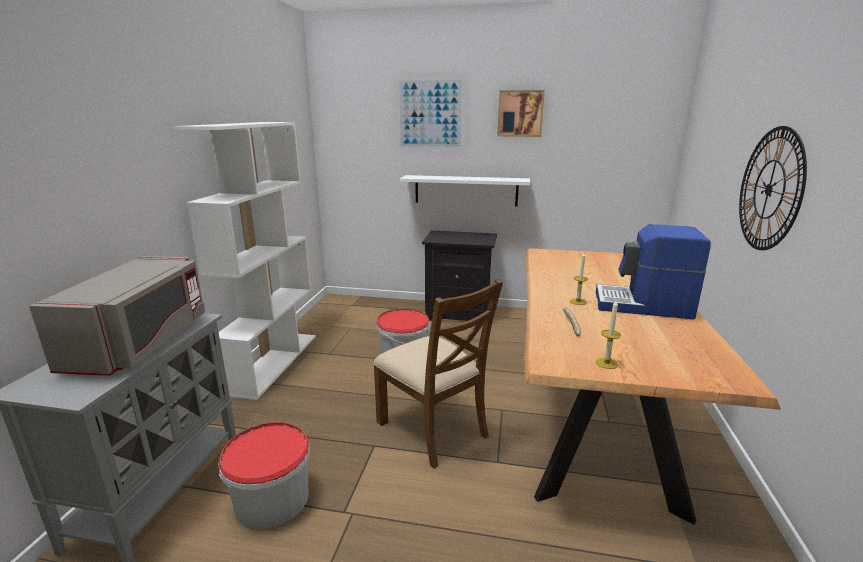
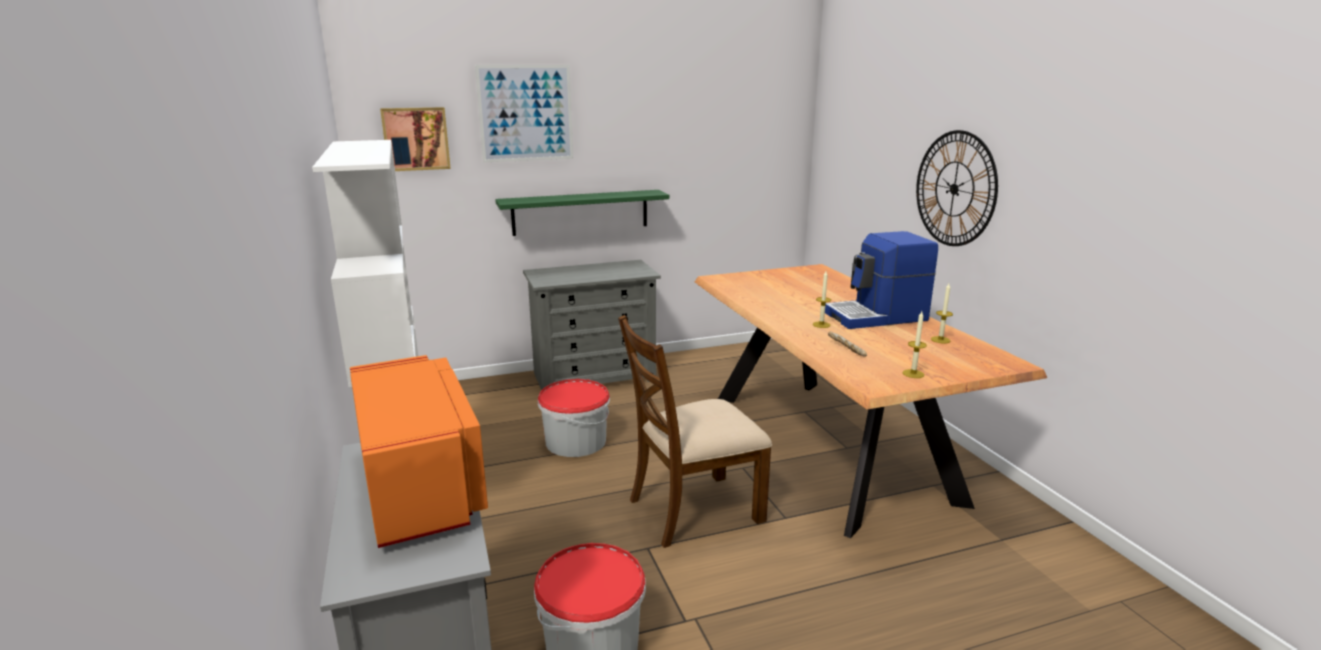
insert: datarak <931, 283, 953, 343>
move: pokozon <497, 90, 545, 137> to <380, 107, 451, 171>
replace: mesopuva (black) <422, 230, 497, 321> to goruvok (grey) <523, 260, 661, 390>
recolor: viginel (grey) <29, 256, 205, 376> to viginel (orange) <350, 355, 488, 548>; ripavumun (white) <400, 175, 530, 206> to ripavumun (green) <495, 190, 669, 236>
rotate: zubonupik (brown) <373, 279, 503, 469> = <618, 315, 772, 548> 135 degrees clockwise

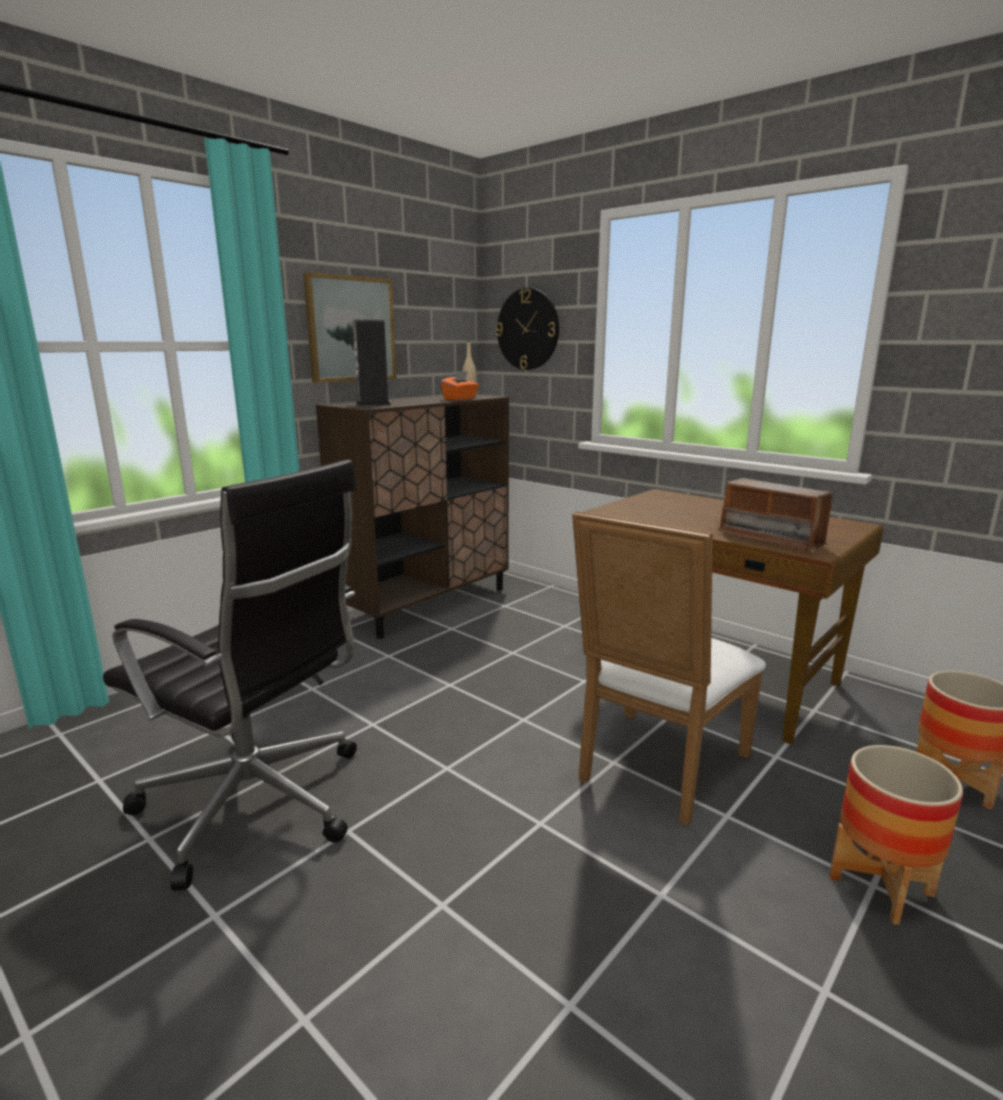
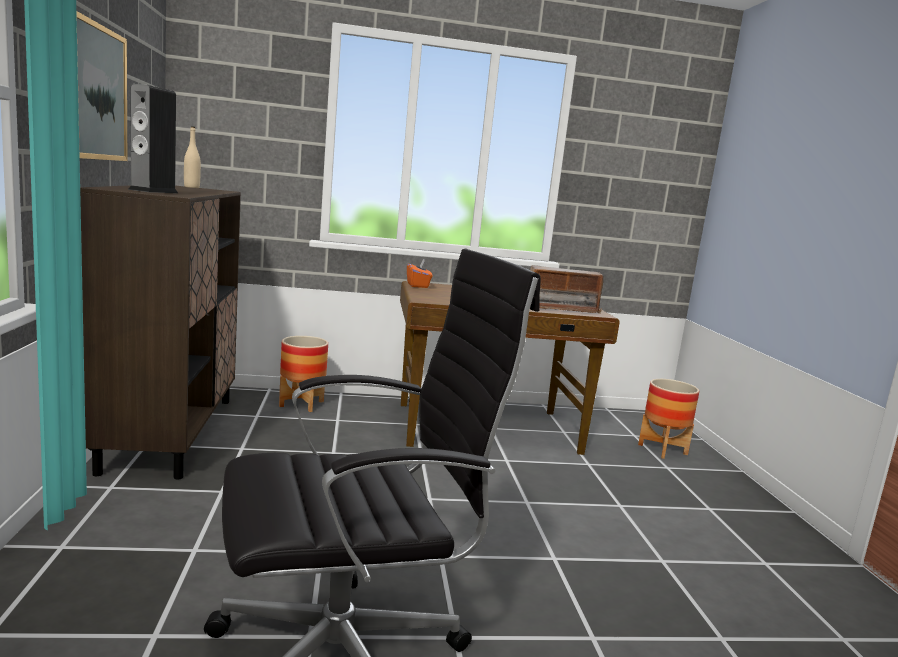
delete: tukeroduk <496, 288, 559, 370>; zubonupik (white) <572, 511, 766, 826>
move: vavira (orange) <440, 371, 479, 400> to <407, 259, 432, 288>; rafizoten <829, 745, 963, 925> to <279, 336, 328, 412>

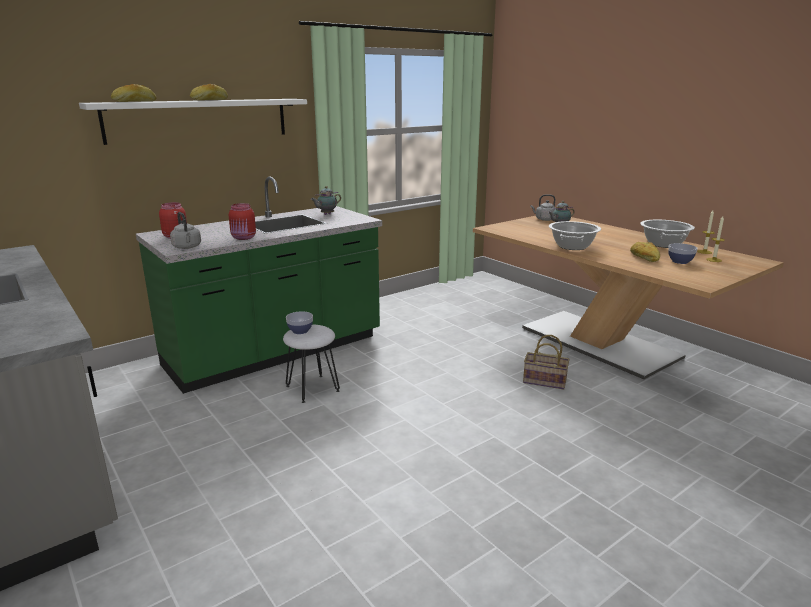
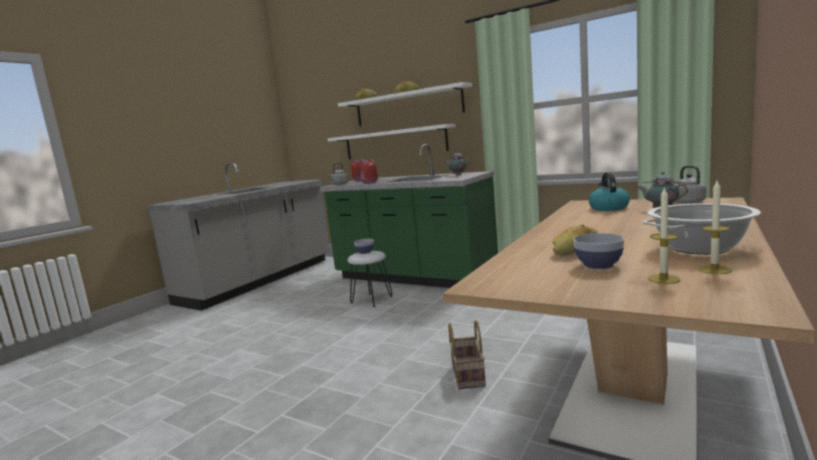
delete: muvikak <549, 221, 601, 250>
insert: ripavumun (white) <328, 124, 456, 159>; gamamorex <589, 172, 630, 211>

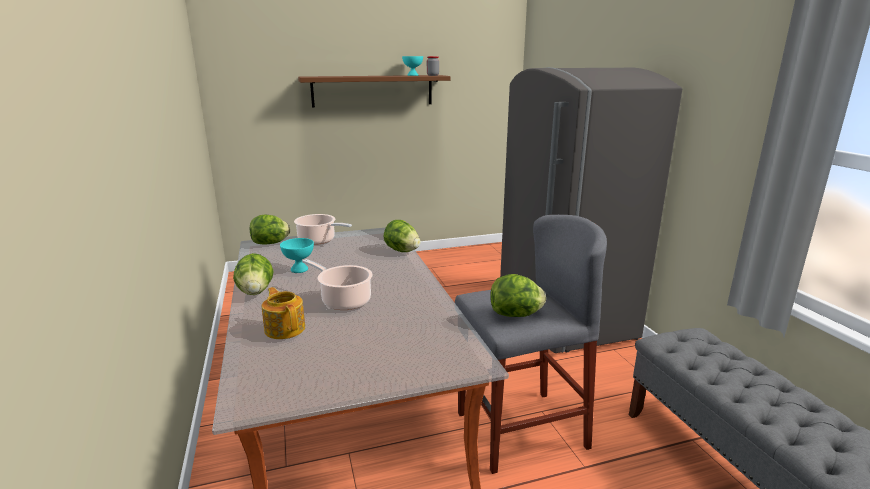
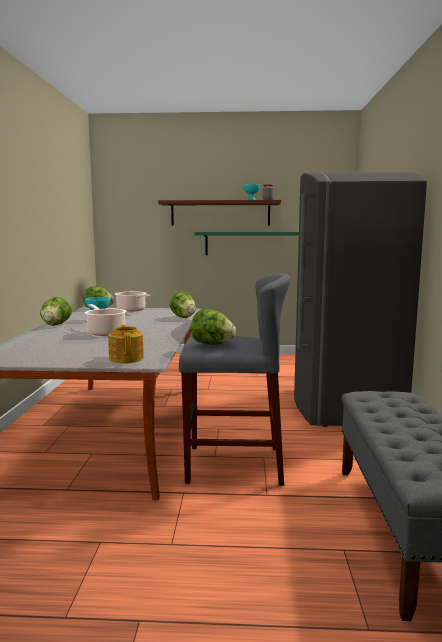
insert: ripavumun (green) <194, 232, 299, 255>
move: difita <262, 287, 305, 339> to <108, 325, 144, 363>

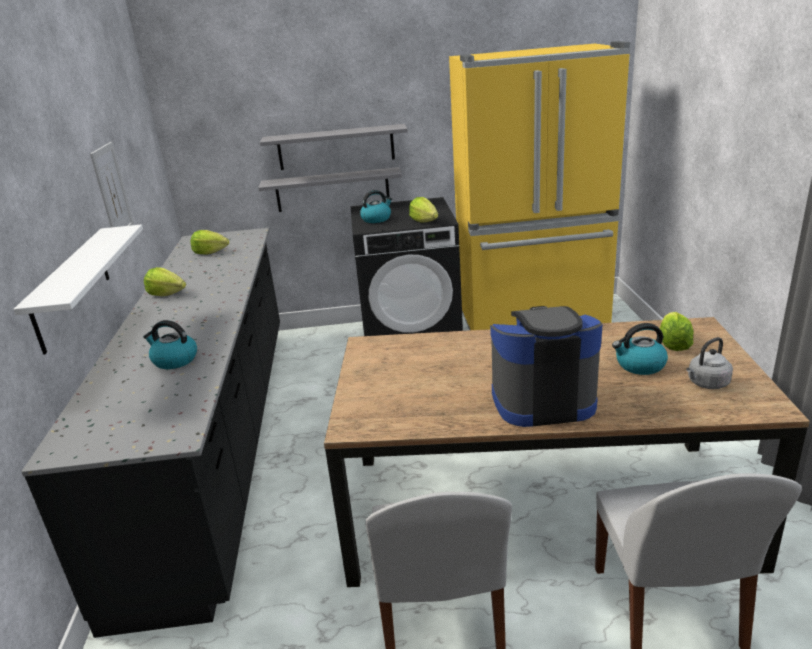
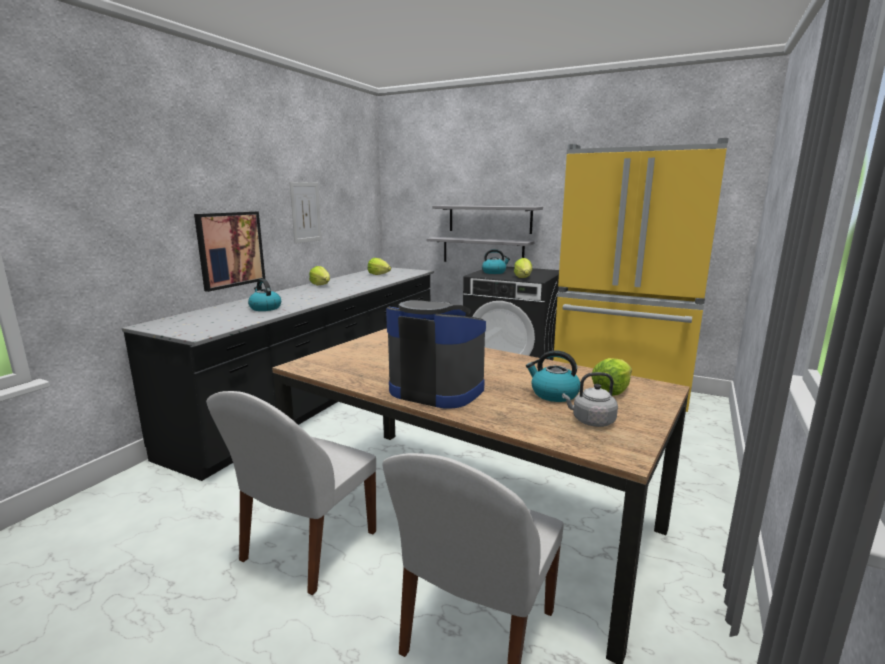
replace: ripavumun (white) <13, 224, 143, 355> to pokozon <194, 211, 265, 292>

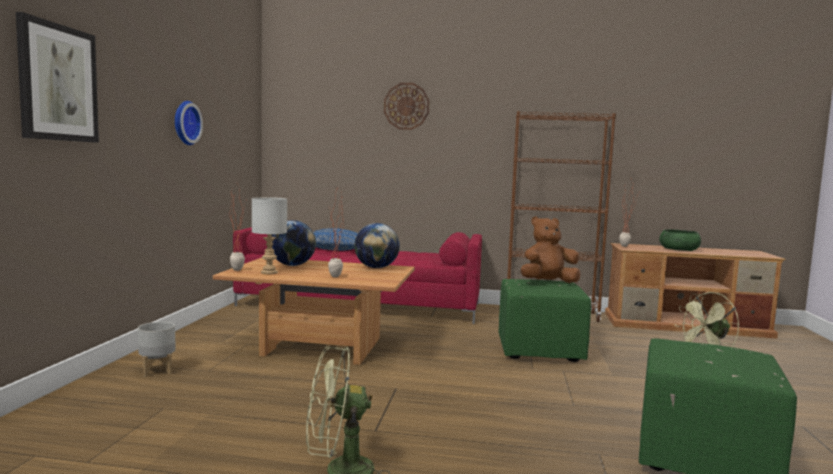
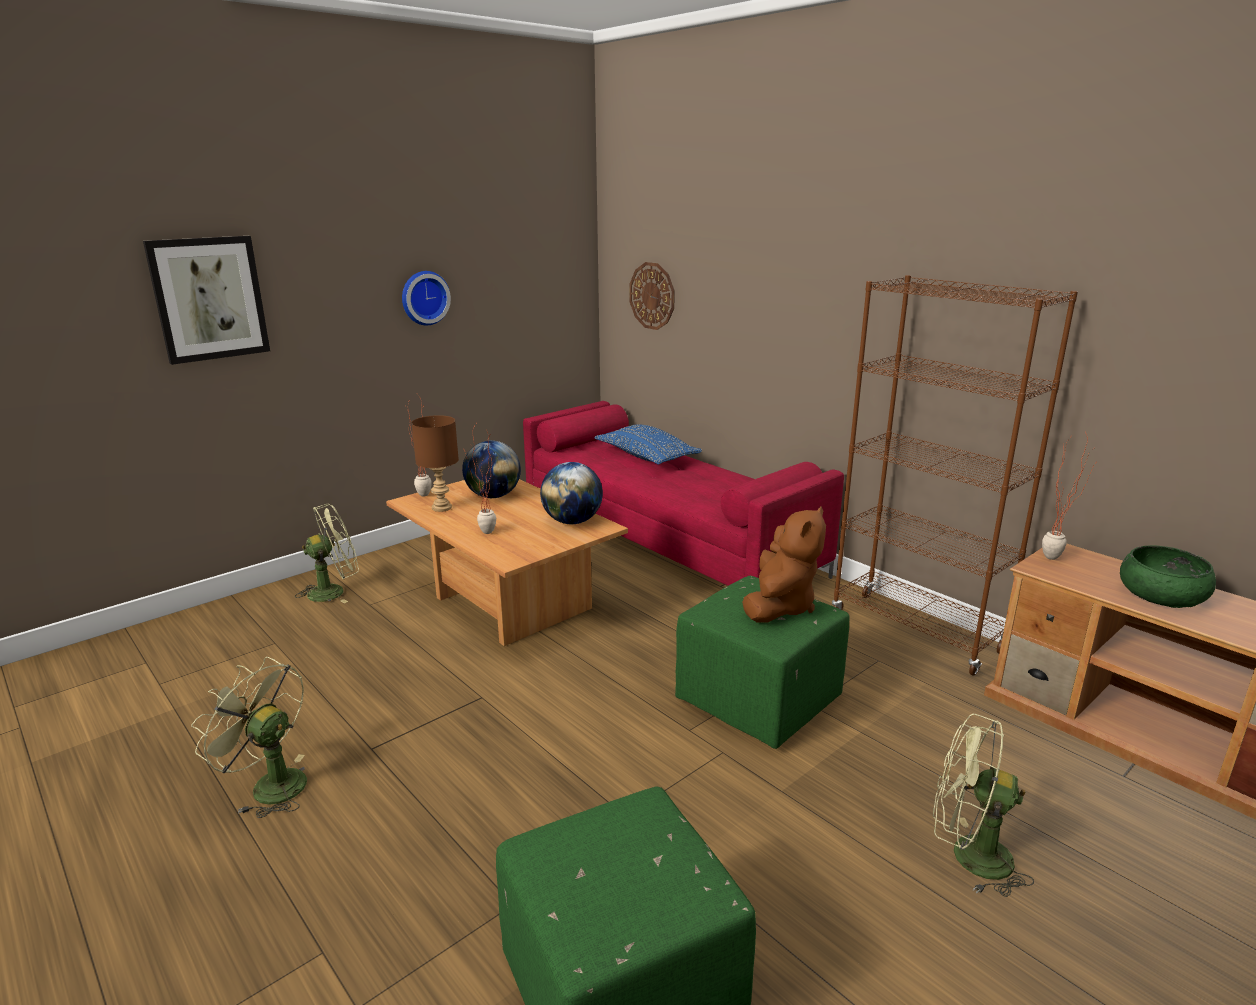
move: tukeroduk <384, 83, 430, 130> to <629, 262, 675, 330>
replace: rafizoten (grey) <138, 322, 176, 377> to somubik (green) <295, 504, 359, 603>
recolor: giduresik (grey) <252, 197, 287, 274> to giduresik (brown) <411, 415, 459, 512>
rotate: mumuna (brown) <521, 216, 581, 283> = <742, 507, 826, 622> 90 degrees clockwise

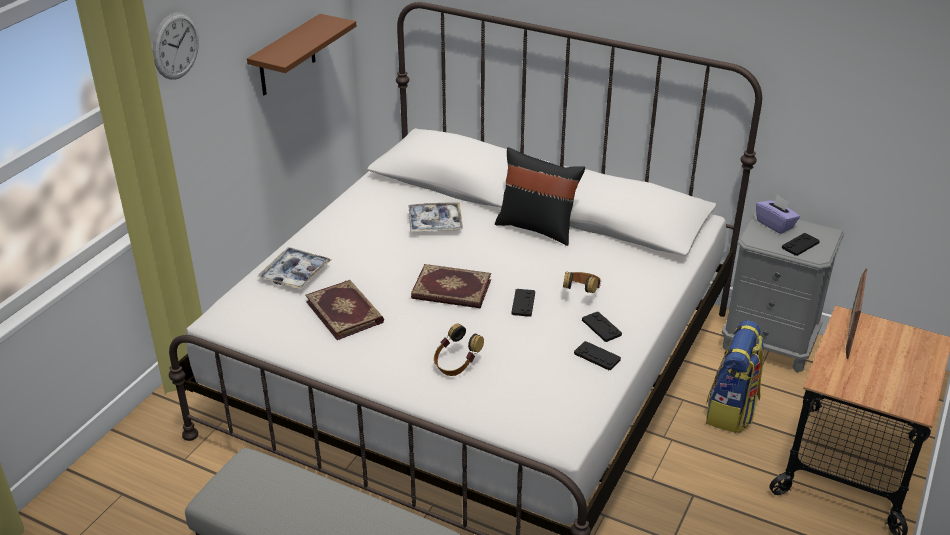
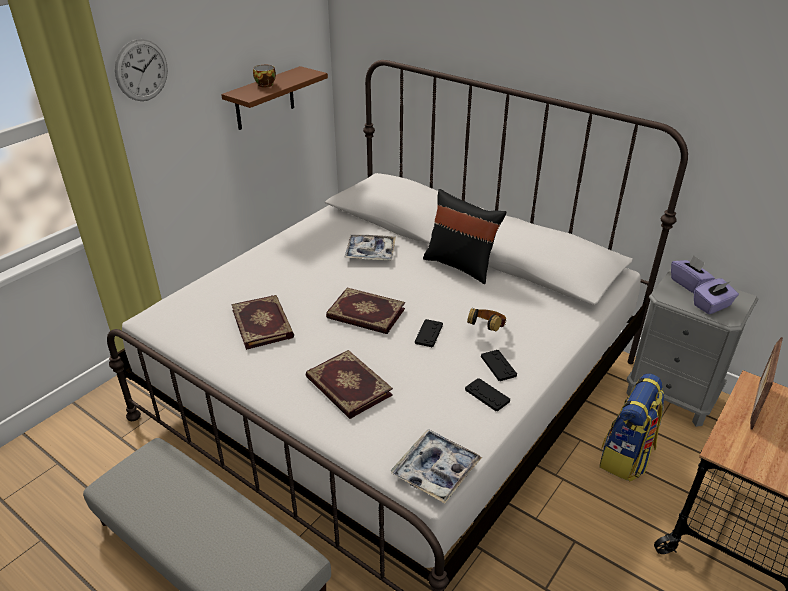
insert: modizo <253, 65, 276, 87>
move: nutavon <258, 247, 331, 289> to <390, 429, 482, 503>
replace: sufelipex <434, 324, 484, 376> to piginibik <306, 350, 393, 419>; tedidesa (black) <782, 233, 820, 256> to vavira (purple) <694, 279, 739, 314>

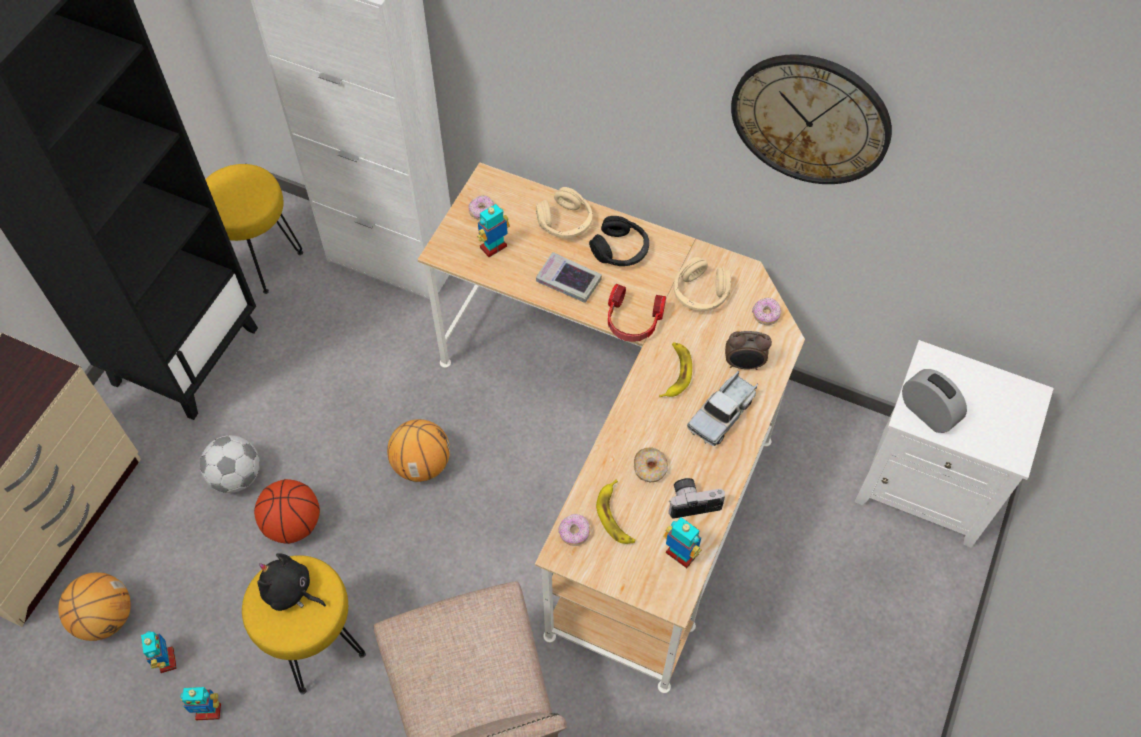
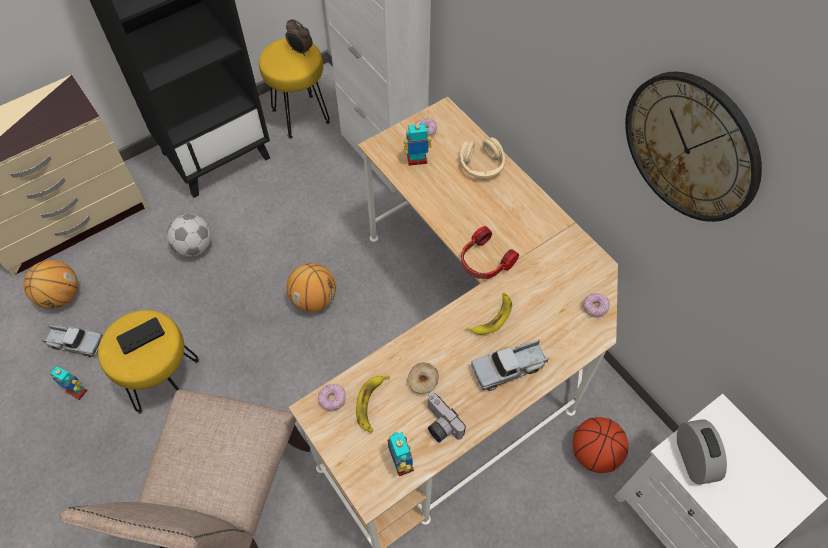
delete: piginibik <536, 252, 602, 303>; sufelipex (black) <589, 216, 649, 266>; sufelipex (beige) <674, 257, 731, 311>
move: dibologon <254, 479, 320, 544> to <573, 417, 628, 473>; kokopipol <725, 331, 772, 370> to <286, 19, 313, 56>
replace: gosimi <141, 631, 177, 673> to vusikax <41, 325, 103, 358>; mumuna (black) <257, 553, 326, 611> to tedidesa (black) <116, 317, 165, 354>
rotate: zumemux <669, 478, 725, 519> = <427, 393, 466, 442> 150 degrees counterclockwise

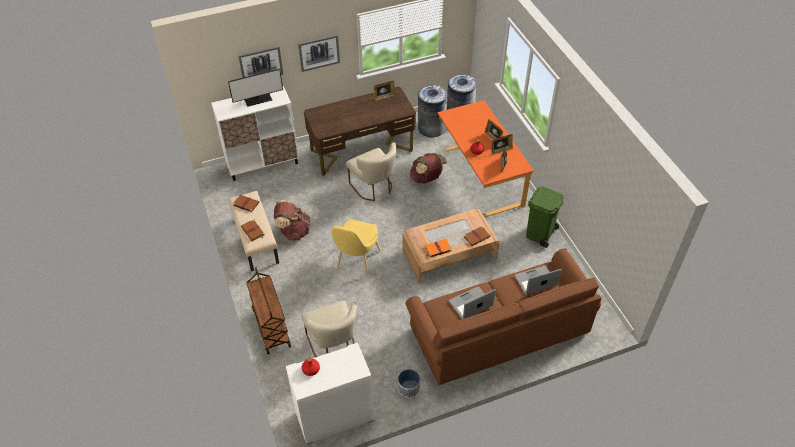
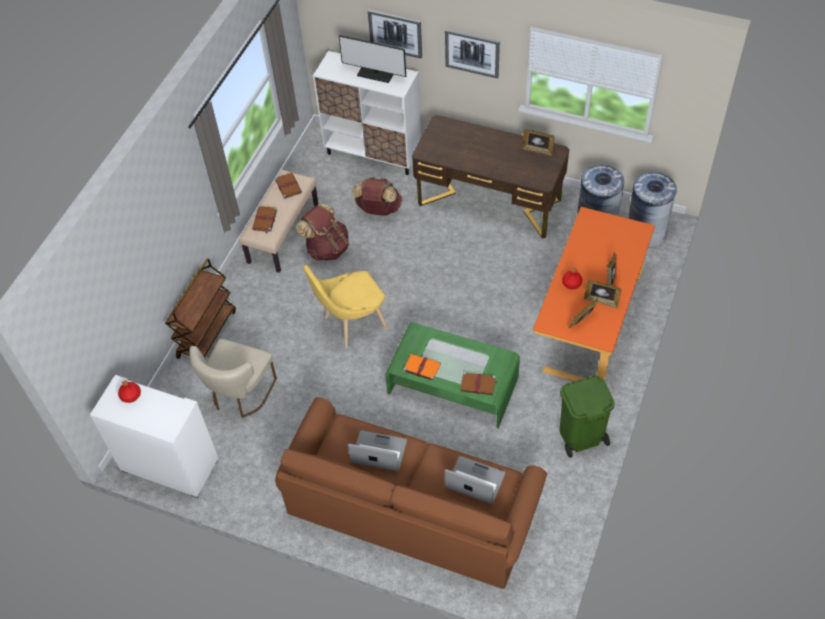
delete: zubonupik (beige) <346, 142, 396, 201>; rafizoten <398, 369, 420, 398>
move: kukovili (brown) <410, 153, 447, 184> to <352, 177, 402, 216>
recolor: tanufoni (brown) <403, 209, 499, 284> to tanufoni (green) <385, 322, 520, 429>

